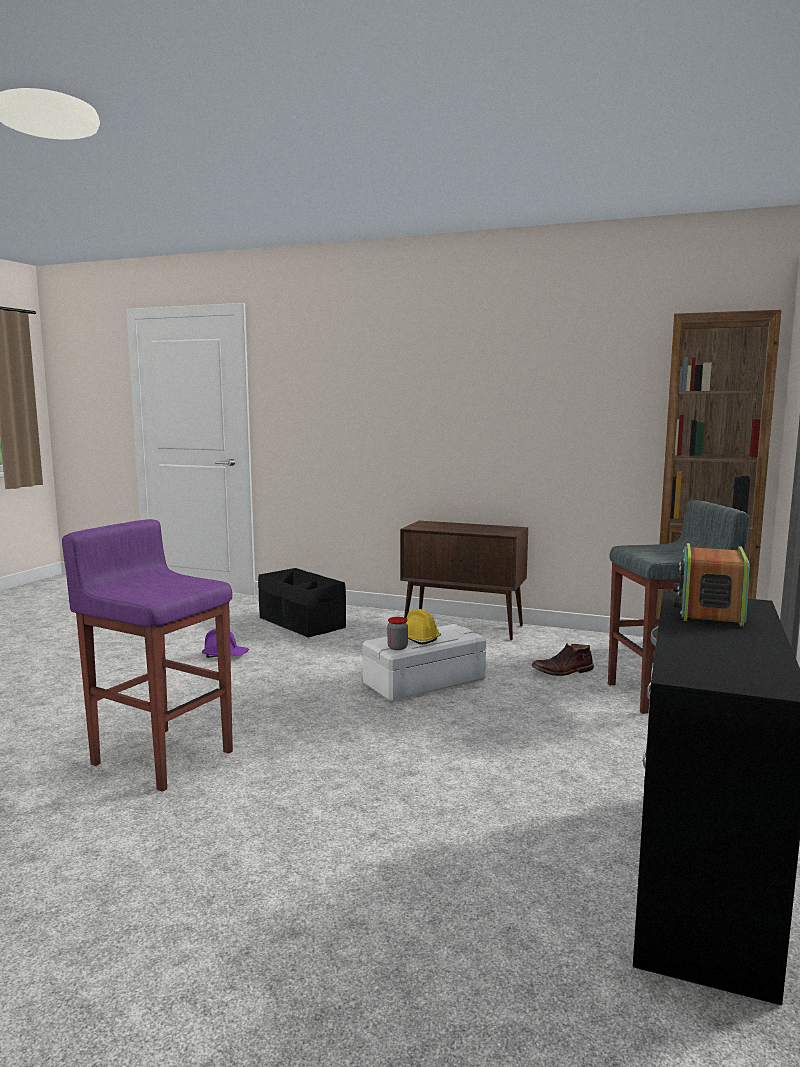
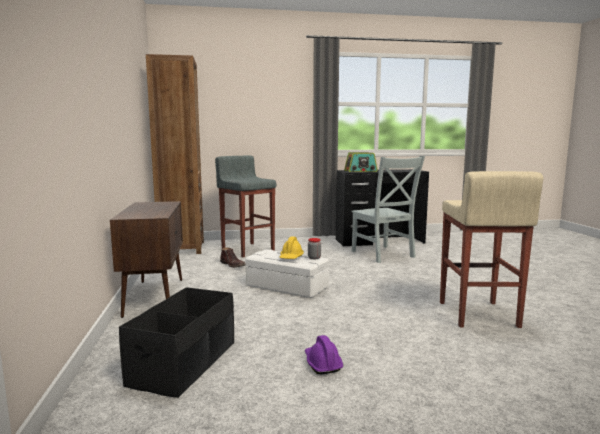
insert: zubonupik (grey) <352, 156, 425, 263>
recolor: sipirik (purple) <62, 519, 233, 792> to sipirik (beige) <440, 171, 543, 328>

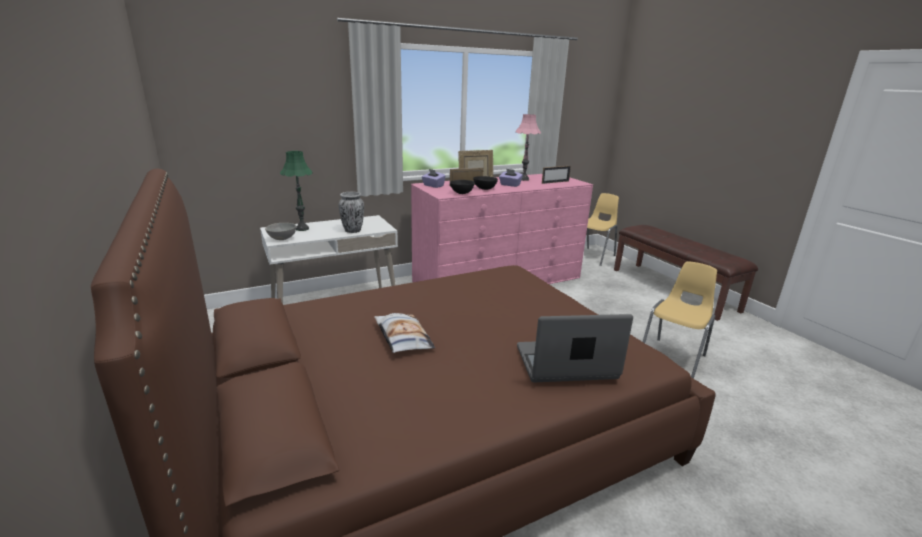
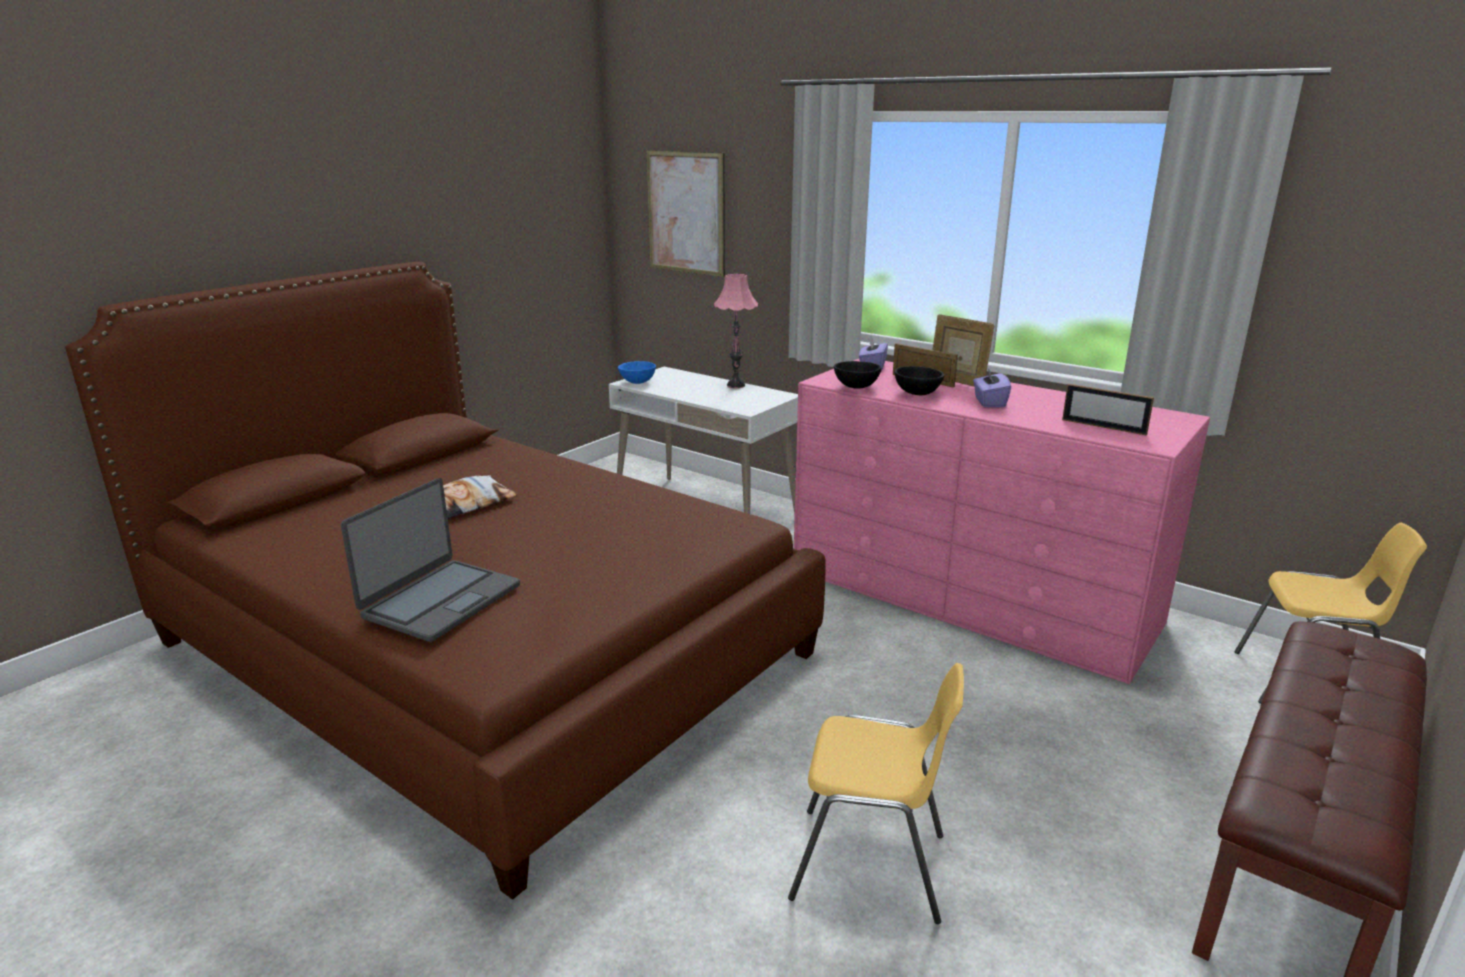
delete: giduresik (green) <280, 151, 313, 231>; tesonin <339, 192, 364, 233>
insert: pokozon <646, 150, 725, 277>
move: giduresik (pink) <516, 114, 541, 181> to <714, 274, 758, 389>
recolor: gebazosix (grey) <265, 223, 296, 240> to gebazosix (blue) <618, 361, 656, 384>
rotate: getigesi <517, 314, 633, 382> = <341, 478, 520, 642> 60 degrees clockwise

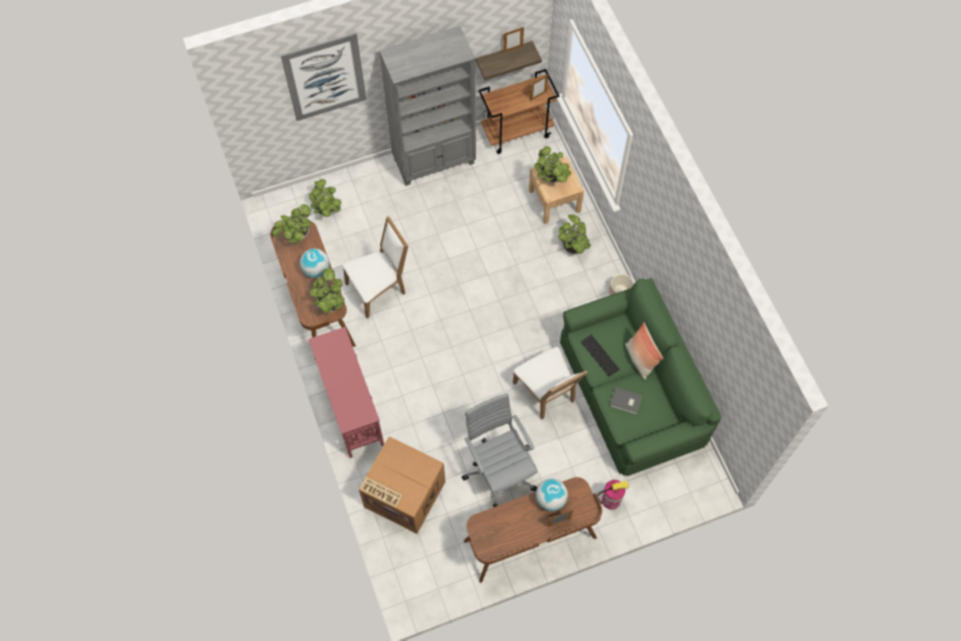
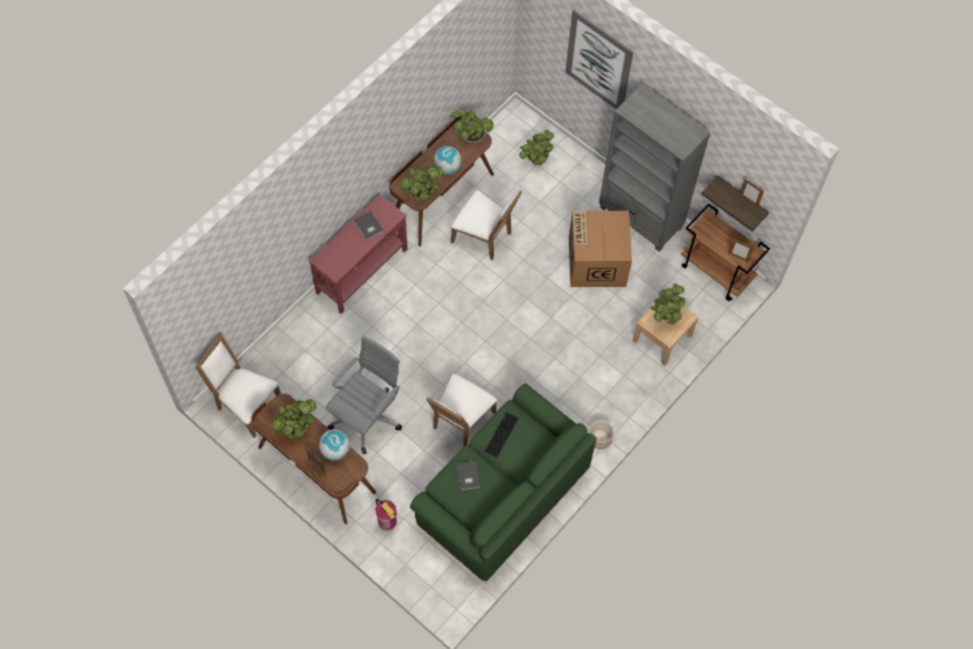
delete: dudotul <625, 322, 663, 380>
insert: zubonupik (white) <195, 335, 281, 438>; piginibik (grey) <354, 211, 384, 240>
move: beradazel <359, 436, 445, 534> to <569, 211, 632, 287>; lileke <558, 215, 591, 254> to <272, 399, 317, 439>

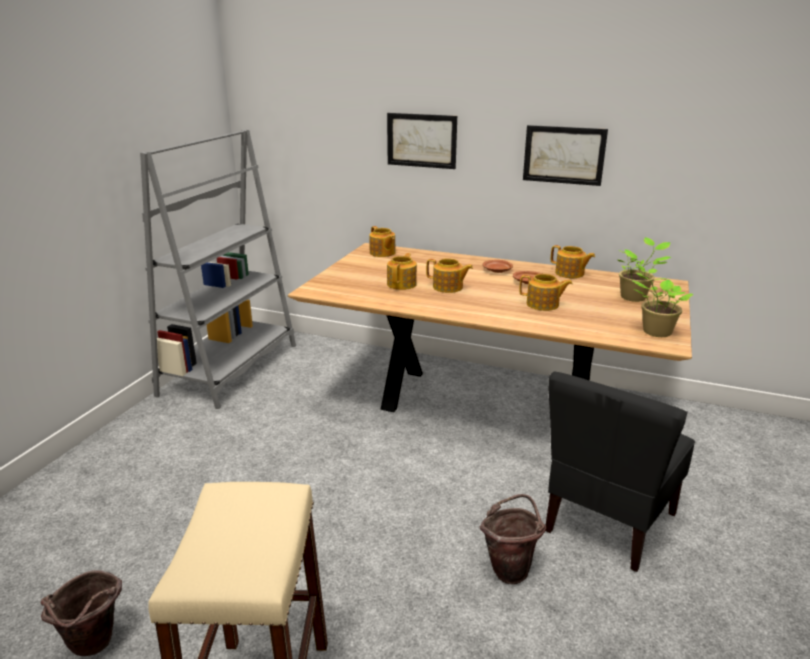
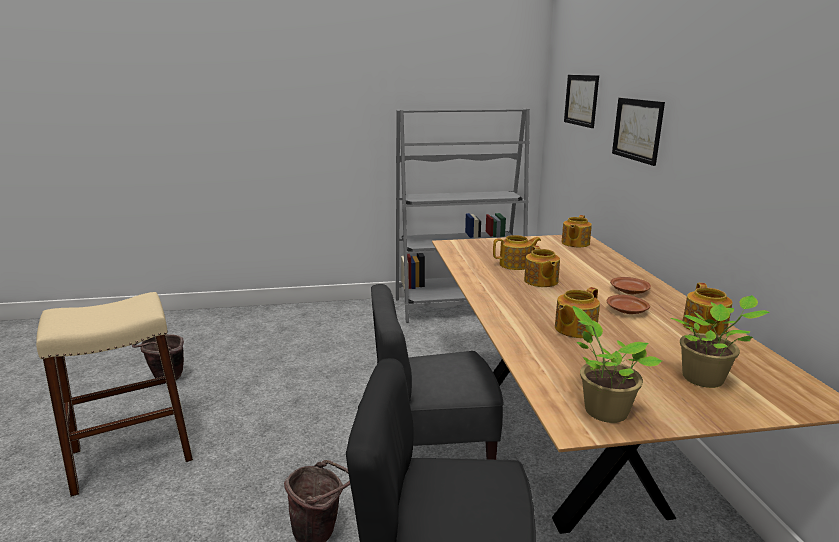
insert: zubonupik (grey) <371, 284, 504, 460>
move: pokozon <523, 125, 608, 186> to <564, 75, 599, 128>
rotate: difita <519, 274, 573, 311> = <555, 287, 600, 338> 60 degrees clockwise

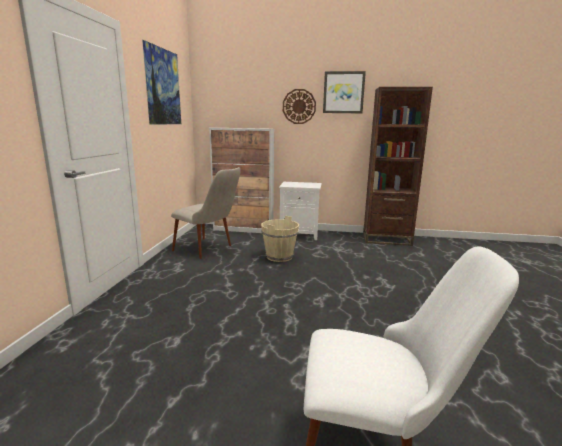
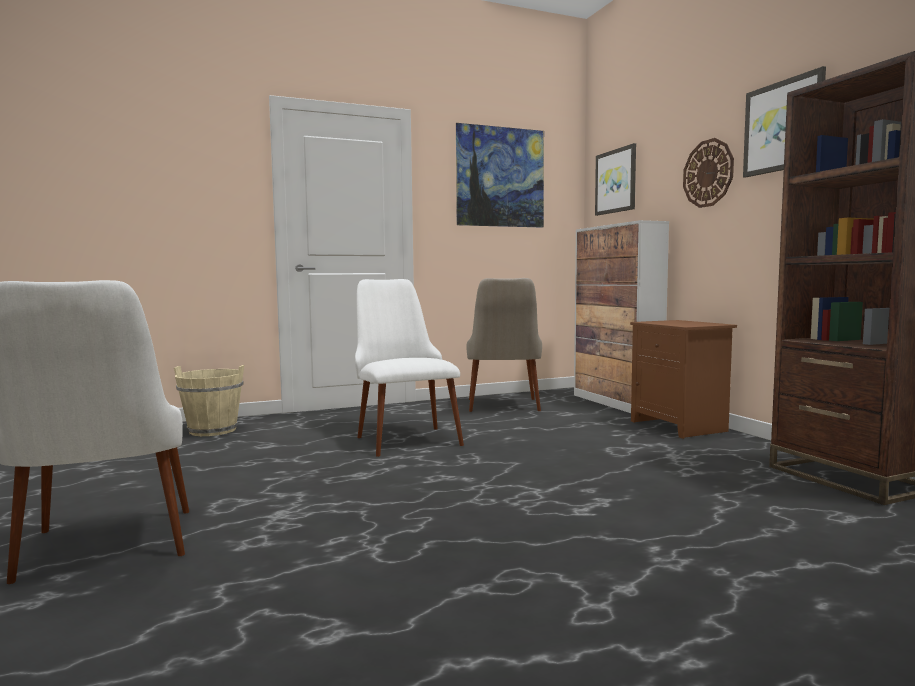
insert: zubonupik (white) <355, 279, 464, 457>; pokozon <595, 143, 636, 216>
move: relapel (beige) <261, 216, 299, 262> to <174, 365, 244, 436>
recolor: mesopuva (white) <279, 182, 322, 240> to mesopuva (brown) <630, 320, 737, 439>

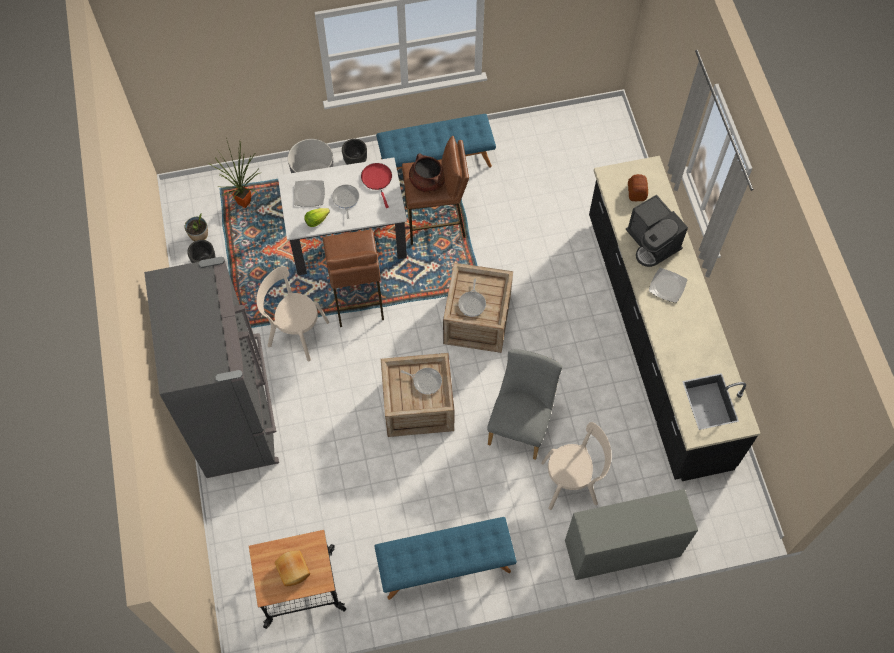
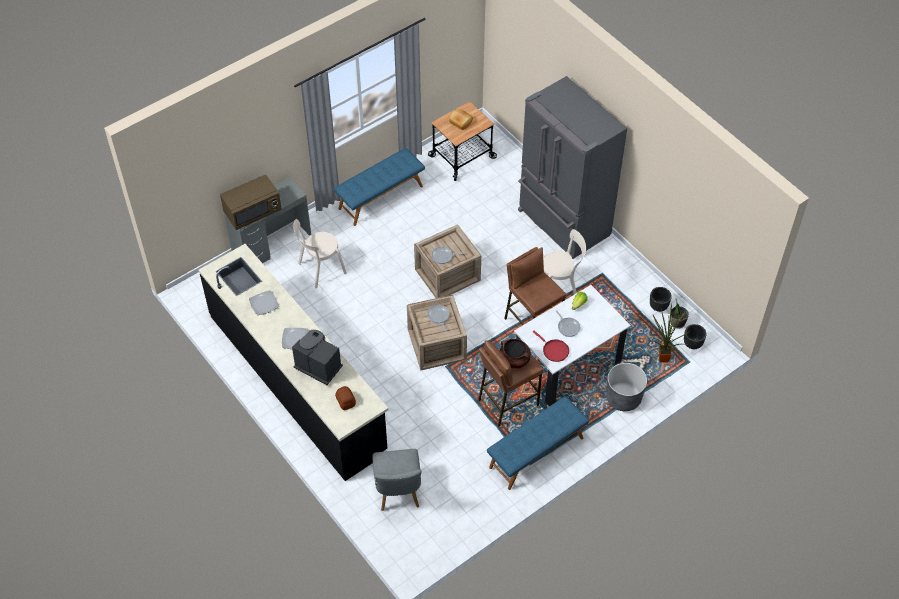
insert: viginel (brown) <220, 174, 282, 230>
move: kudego <294, 180, 325, 207> to <249, 290, 279, 315>; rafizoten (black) <342, 139, 367, 165> to <684, 324, 706, 349>; zubonupik (grey) <487, 349, 562, 460> to <373, 449, 421, 511>

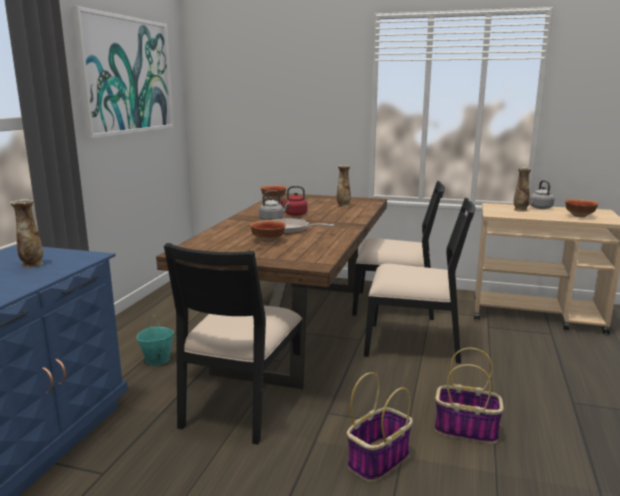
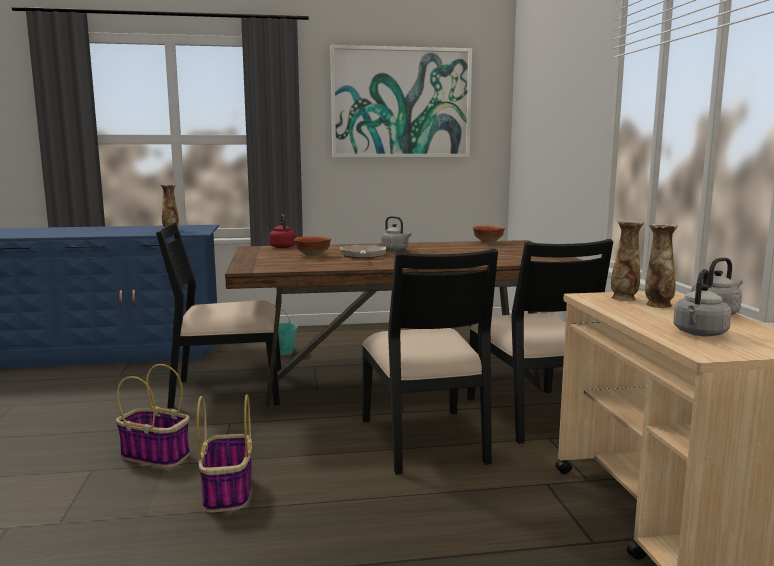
move: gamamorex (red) <280, 186, 307, 216> to <269, 214, 296, 248>; tesonin <337, 165, 351, 207> to <611, 220, 645, 301>
replace: gebazosix <565, 199, 599, 217> to gamamorex (grey) <673, 269, 732, 336>

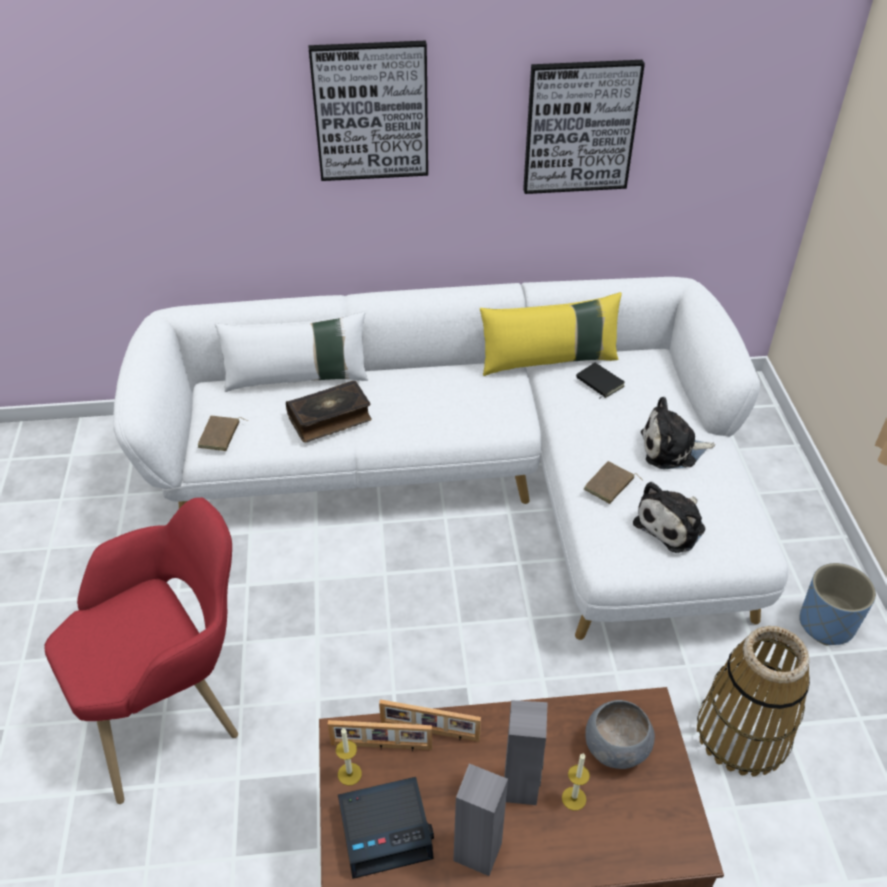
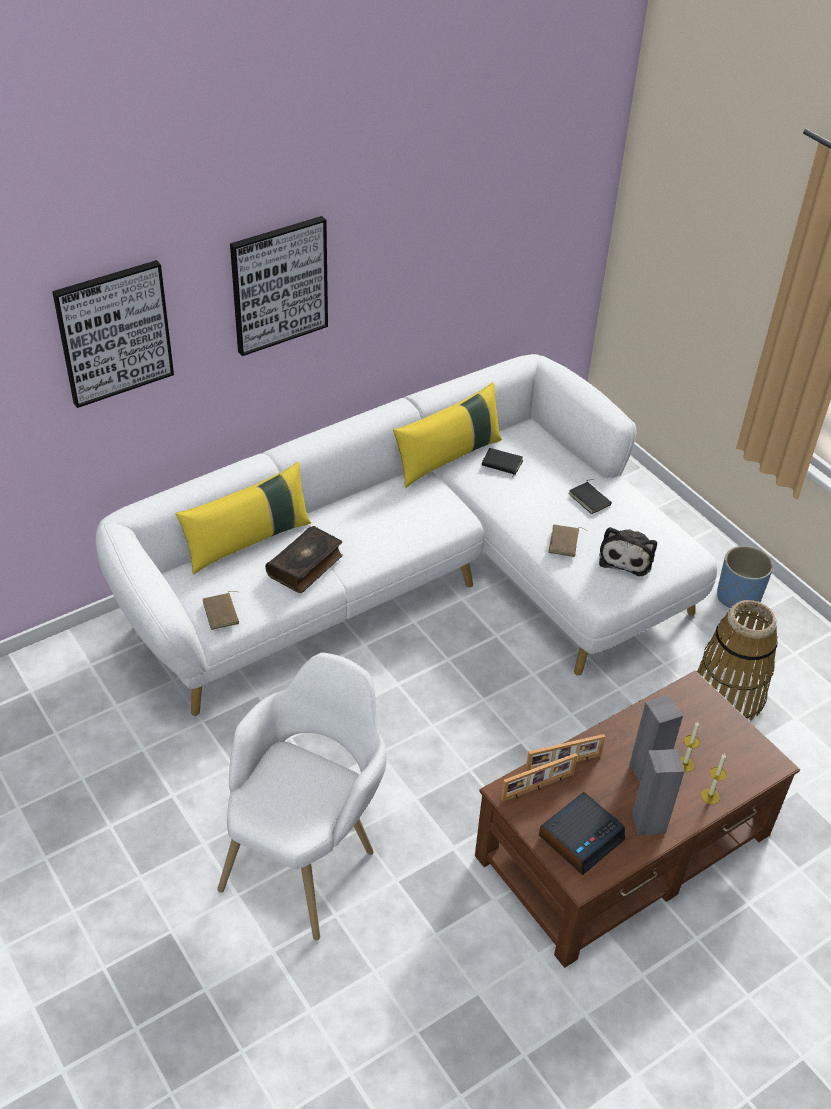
delete: gebazosix (grey) <585, 700, 655, 769>
move: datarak <336, 728, 362, 786> to <701, 754, 726, 804>; pokozon <523, 60, 645, 194> to <52, 260, 174, 408>
replace: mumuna <641, 397, 715, 469> to piginibik (black) <568, 479, 612, 514>
recolor: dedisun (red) <45, 498, 238, 804> to dedisun (white) <217, 653, 387, 941>; dudotul (white) <215, 311, 368, 392> to dudotul (yellow) <175, 462, 311, 575>

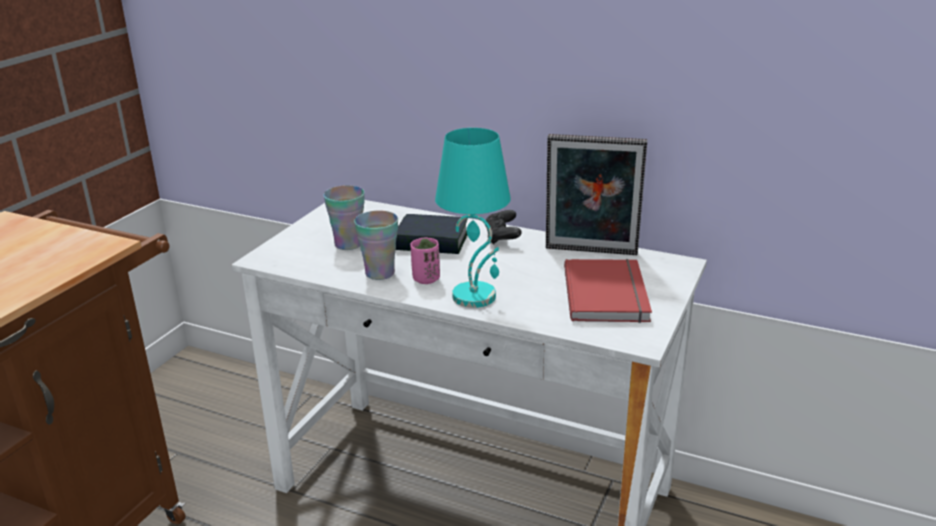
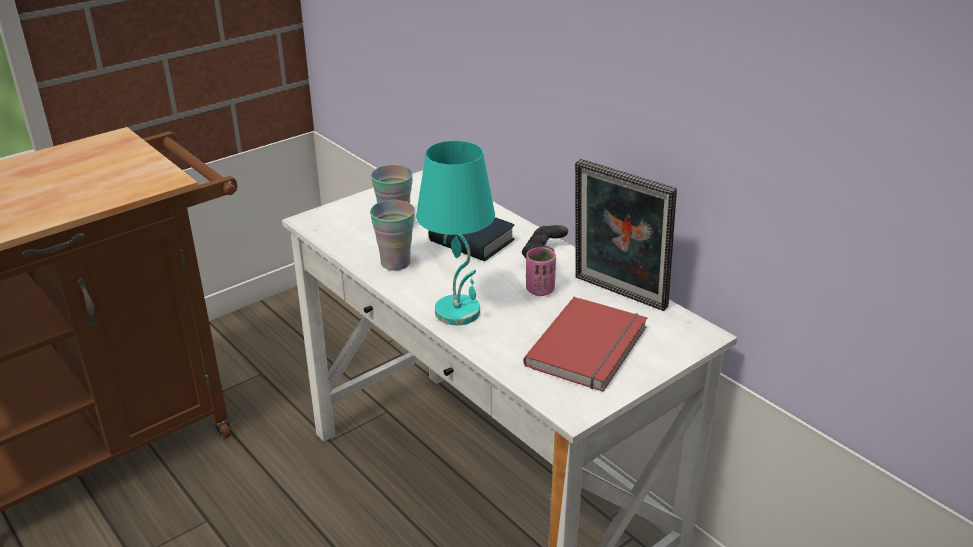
move: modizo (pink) <410, 237, 440, 284> to <526, 247, 556, 296>

